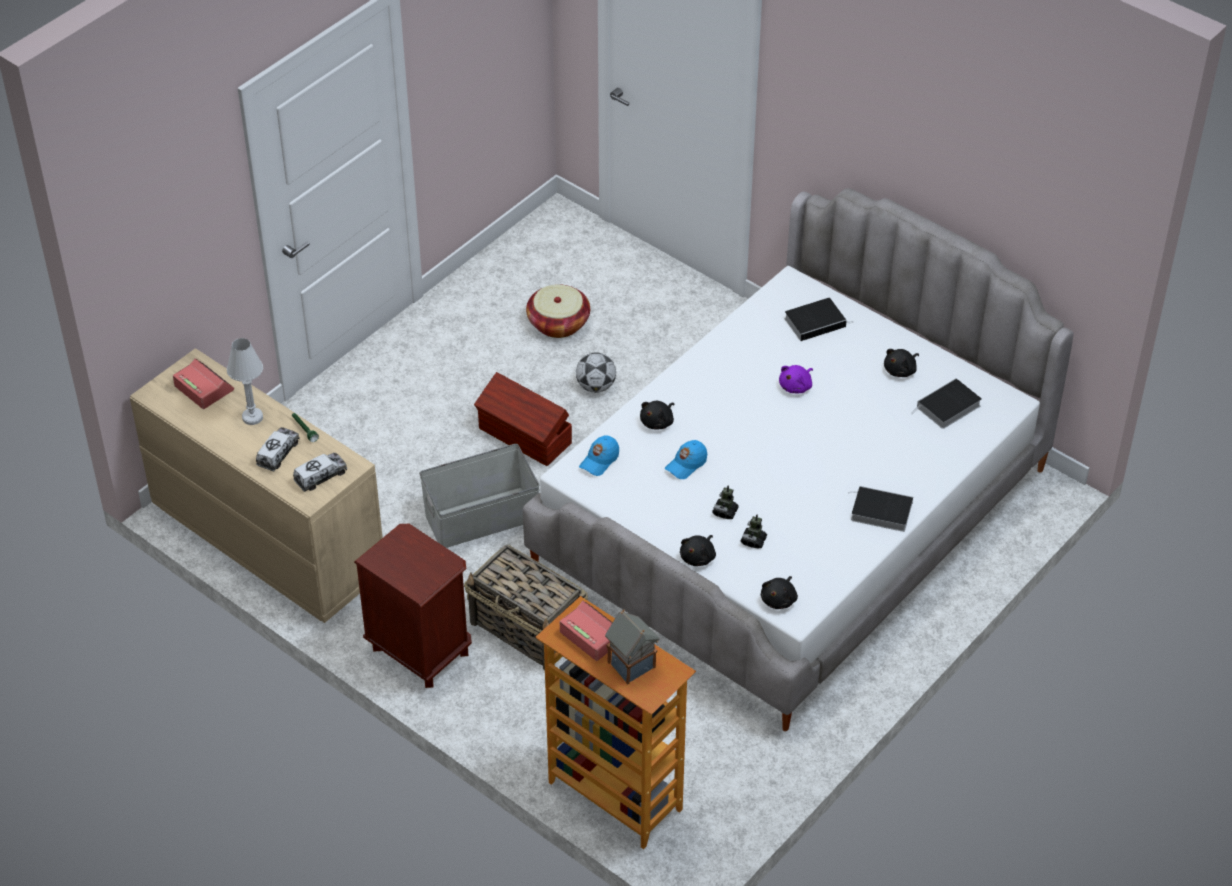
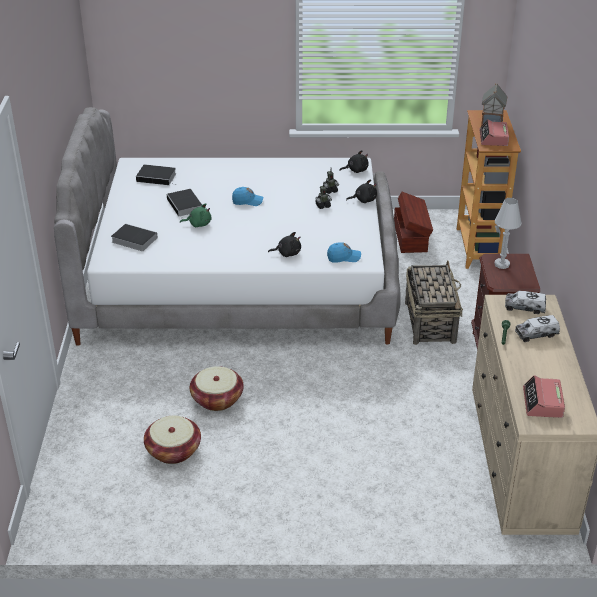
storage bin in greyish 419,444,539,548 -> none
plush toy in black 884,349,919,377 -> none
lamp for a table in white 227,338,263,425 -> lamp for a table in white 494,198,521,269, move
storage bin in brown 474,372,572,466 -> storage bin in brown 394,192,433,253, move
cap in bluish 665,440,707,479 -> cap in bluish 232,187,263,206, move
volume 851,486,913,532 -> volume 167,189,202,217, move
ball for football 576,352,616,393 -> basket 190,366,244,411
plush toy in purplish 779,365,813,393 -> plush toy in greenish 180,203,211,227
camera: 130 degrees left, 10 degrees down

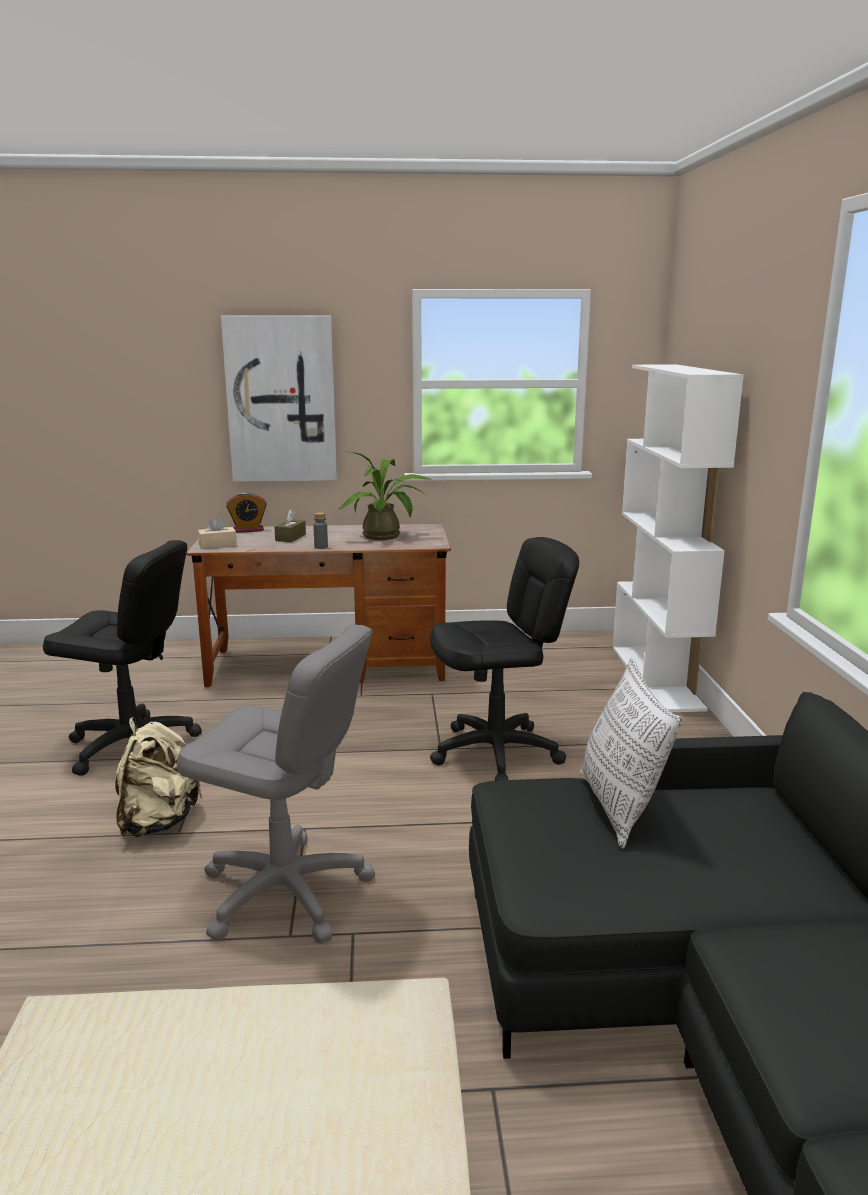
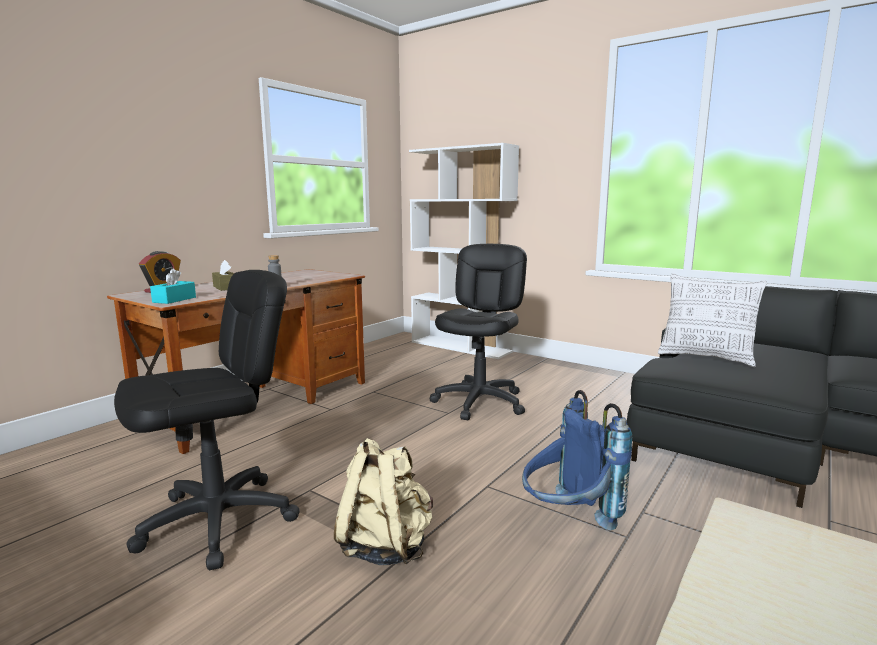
wall art 221,315,337,482 -> none
potted plant 339,451,431,540 -> none
office chair in greyish 177,625,375,944 -> knapsack in bluish 522,390,632,530
tissue box in sand-coloured 198,516,237,549 -> tissue box in turquoise 150,268,196,304
camera: 50 degrees left, 5 degrees down

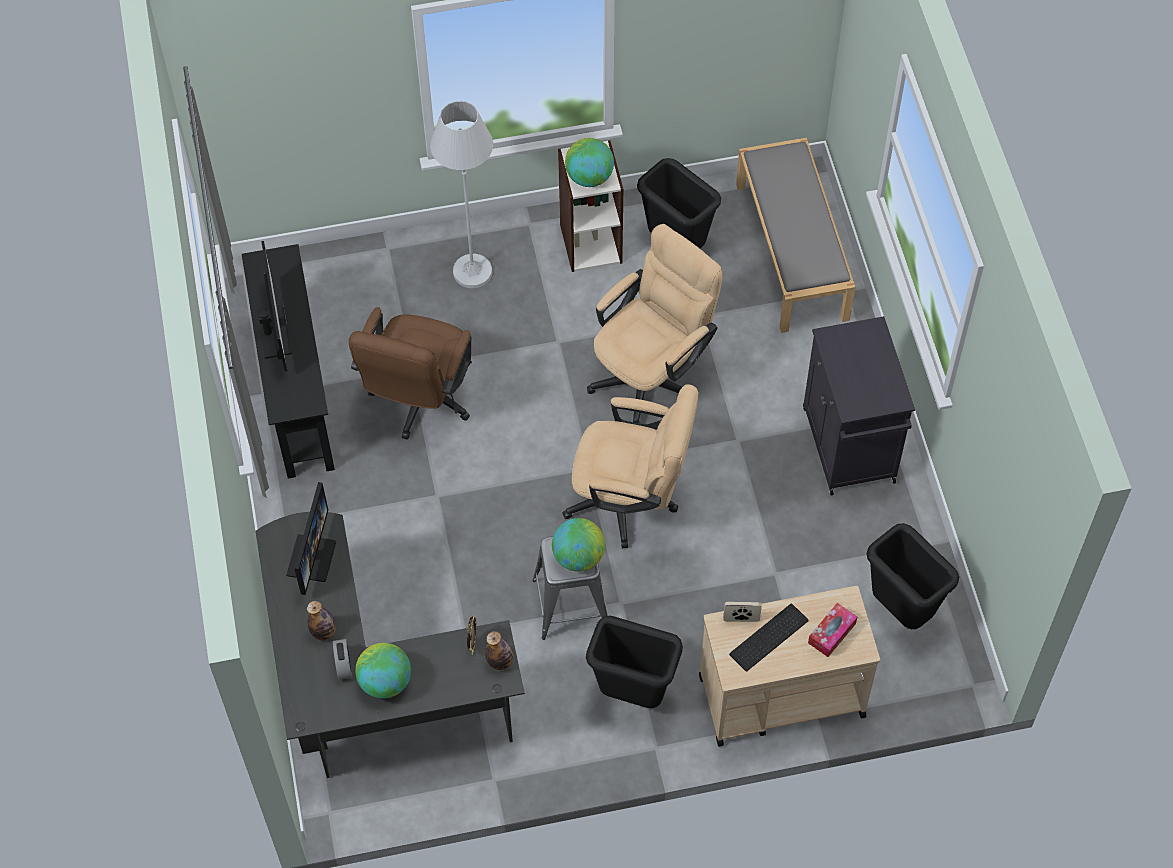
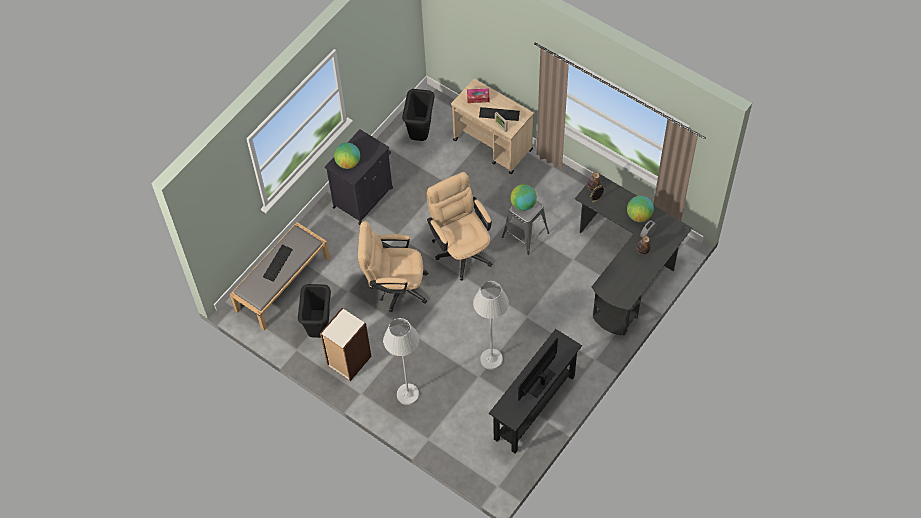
monitor 286,482,336,595 -> none
trash can in black 586,616,683,708 -> none
none -> computer keyboard 263,245,293,282
world globe 565,138,614,187 -> world globe 334,143,360,169, move
office chair in brown 349,307,472,440 -> standard lamp in white 473,281,509,370
camera: 130 degrees left, 0 degrees up

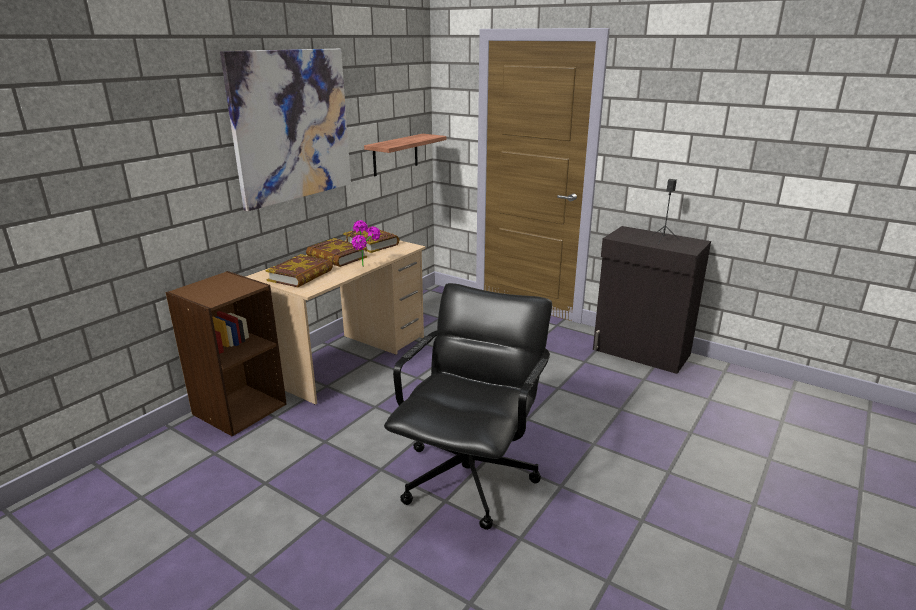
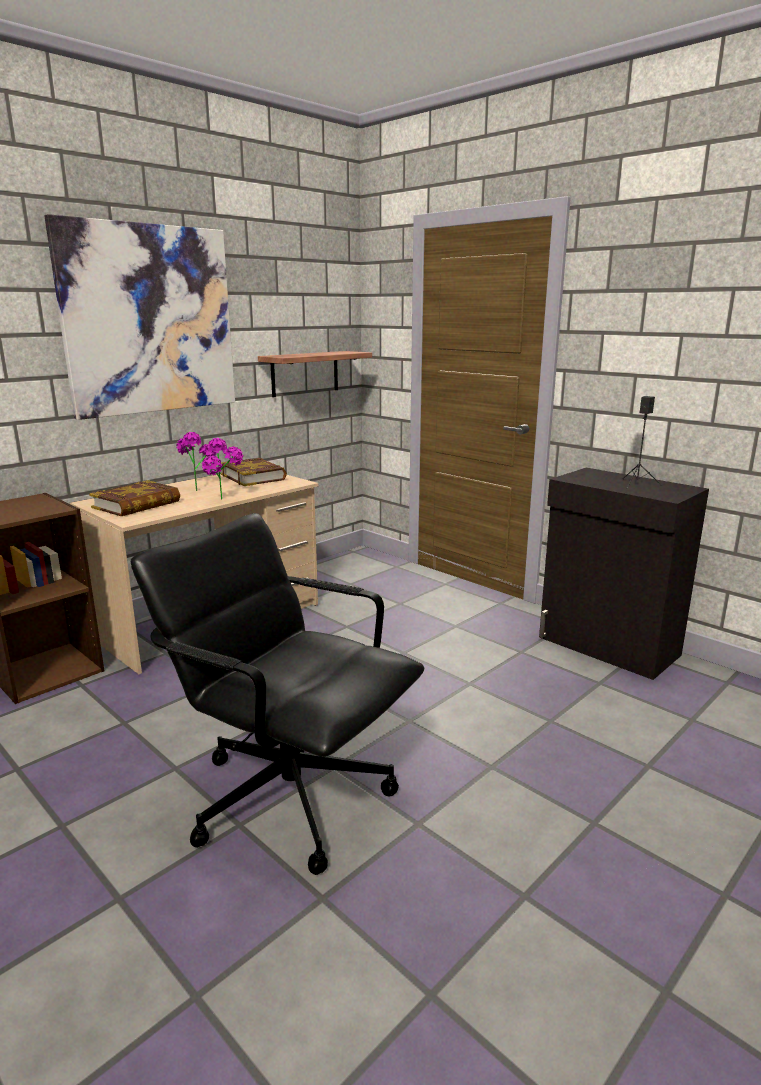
volume 306,238,367,267 -> potted plant 176,432,217,491
office chair in black 384,283,552,530 -> office chair in black 131,513,424,875, 90 degrees counterclockwise
camera: 10 degrees right, 5 degrees down

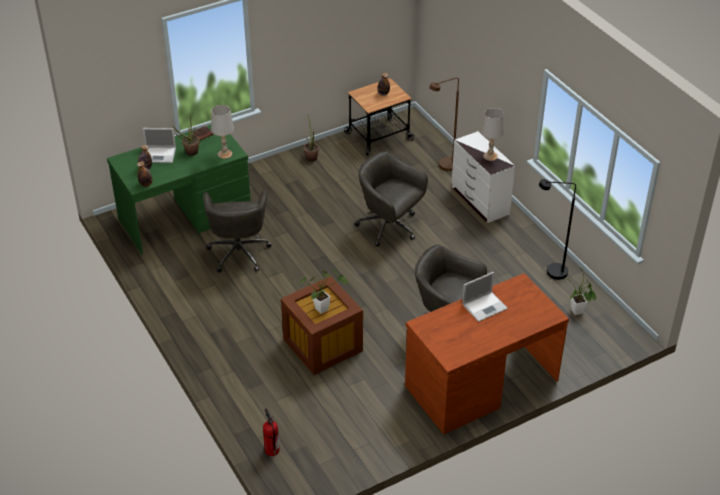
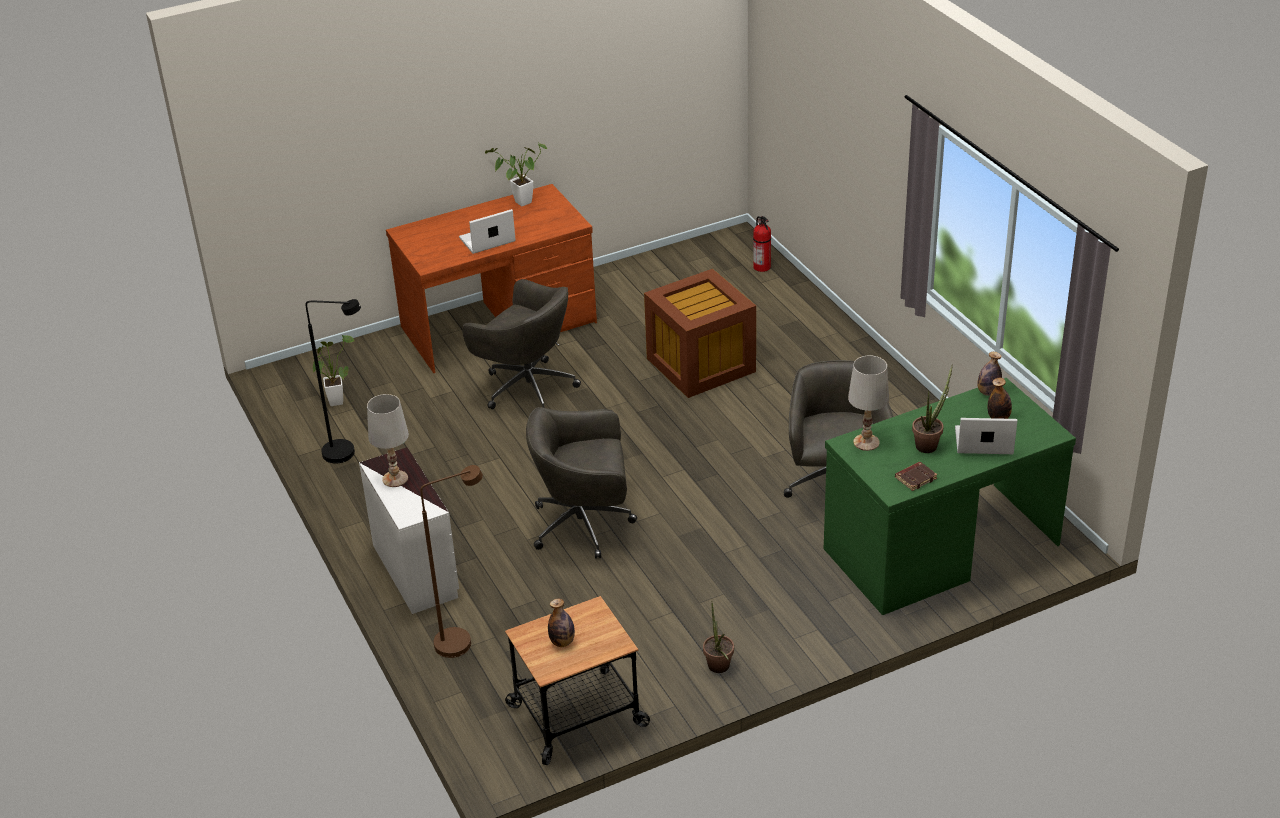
potted plant 300,269,348,314 -> potted plant 485,143,548,206, move
office chair in greyish 354,151,428,247 -> office chair in greyish 526,407,637,558, 135 degrees clockwise
camera: 175 degrees left, 5 degrees down

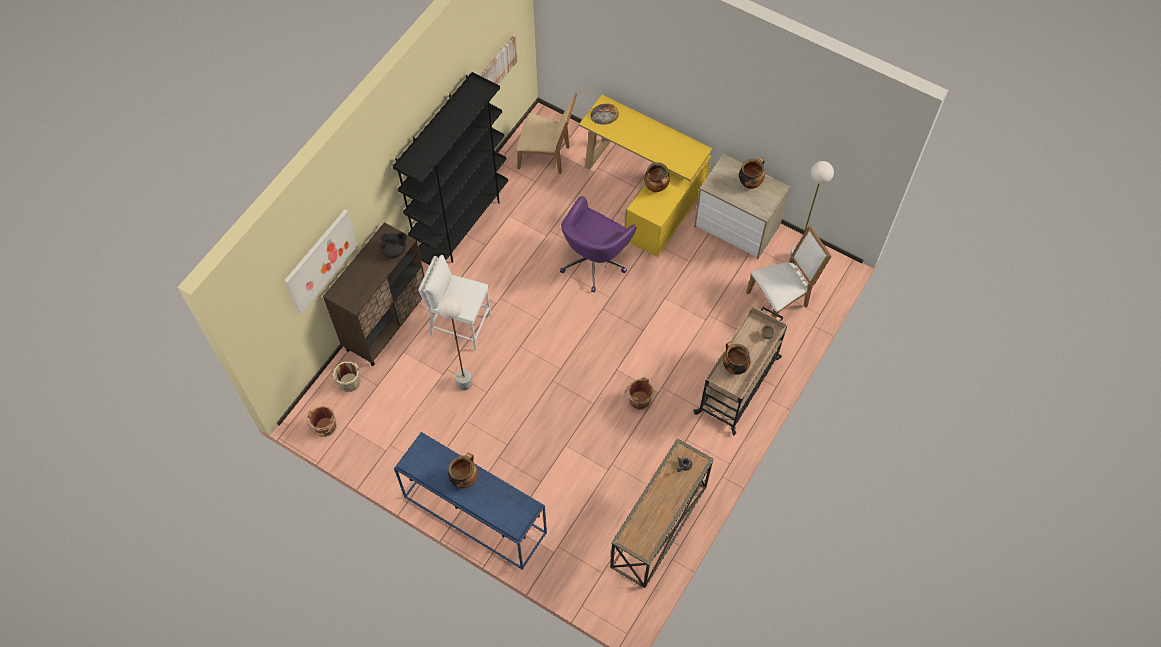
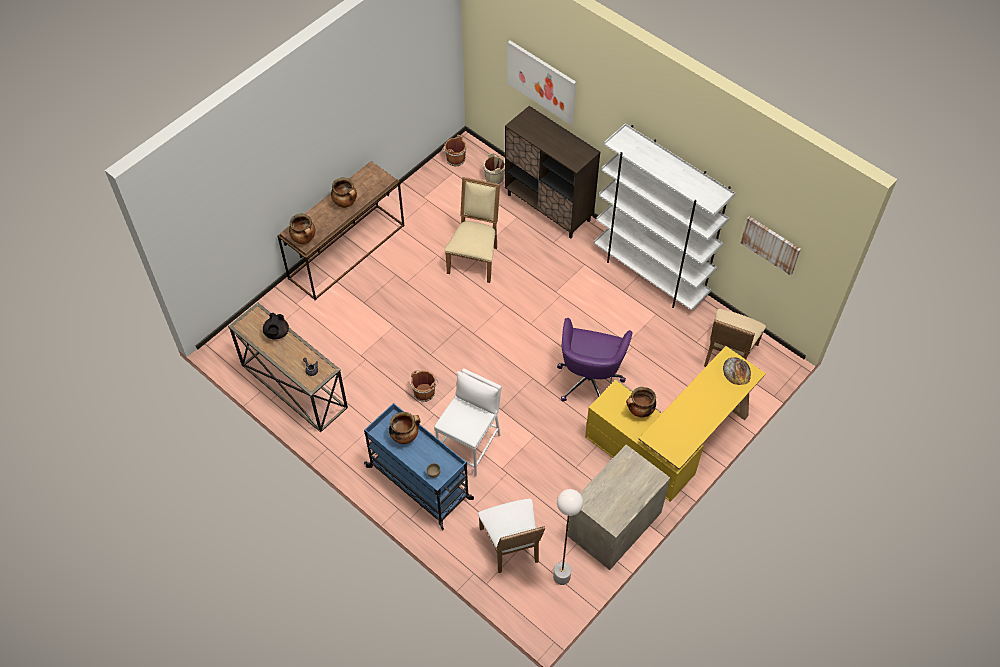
tea pot in black 380,232,407,258 -> tea pot in black 263,313,289,339, move
stool seat in white 418,255,491,350 -> stool seat in white 434,368,501,476, move
saucepot 739,157,765,189 -> saucepot 289,214,315,244, move
standard lamp in white 438,295,472,390 -> upright chair in sand-coloured 445,177,500,283
shelving unit in black 393,72,508,265 -> shelving unit in white 594,123,735,311
hall table in bluish 394,432,547,570 -> hall table in brown 278,161,404,301
cart in sand-coloured 693,306,788,435 -> cart in bluish 364,403,474,530
office chair in purplish 560,196,636,293 -> office chair in purplish 557,318,633,401, 120 degrees counterclockwise
camera: 100 degrees right, 5 degrees down

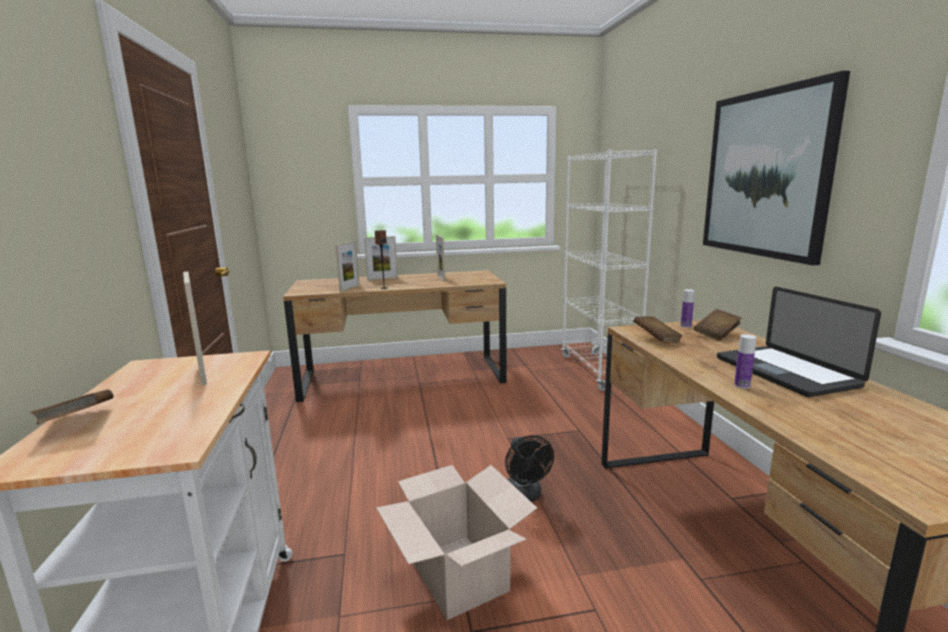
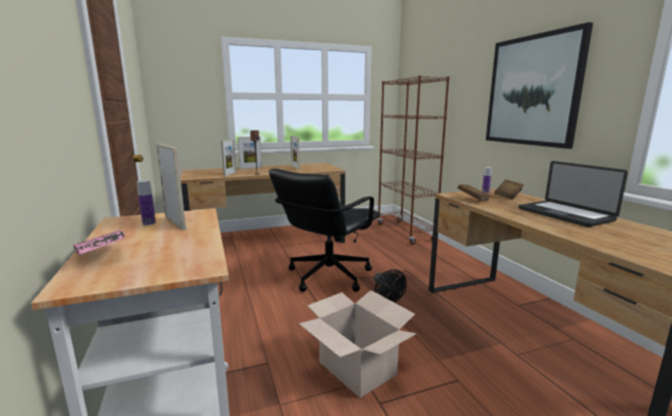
none -> office chair in black 269,169,380,292
beverage bottle 734,334,756,389 -> beverage bottle 137,180,156,225, move
volume in brown 31,389,114,425 -> volume in pink-coloured 73,230,125,255
shelving unit in white 561,149,657,391 -> shelving unit in brown 377,75,450,245
camera: 10 degrees left, 0 degrees up

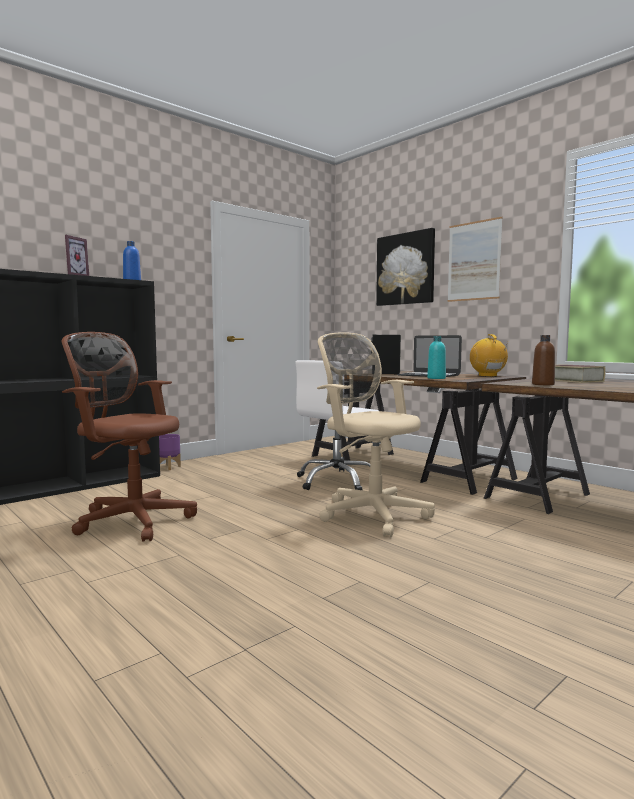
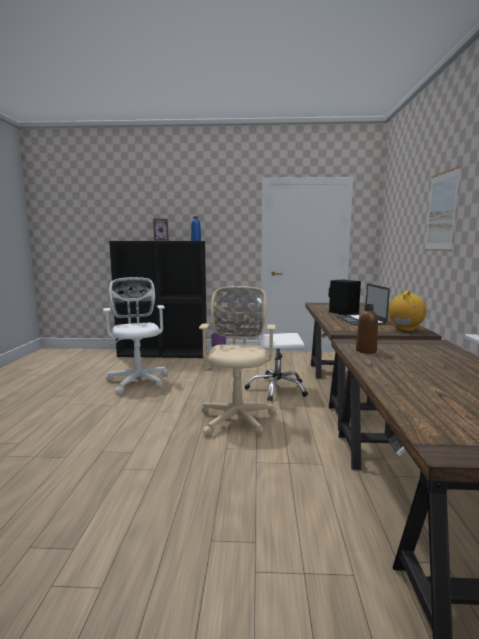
wall art 376,228,435,306 -> none
beverage bottle in turquoise 427,336,446,379 -> none
volume 555,364,606,383 -> none
office chair in brown 62,332,197,542 -> office chair in white 103,277,167,394
camera: 45 degrees right, 5 degrees up

